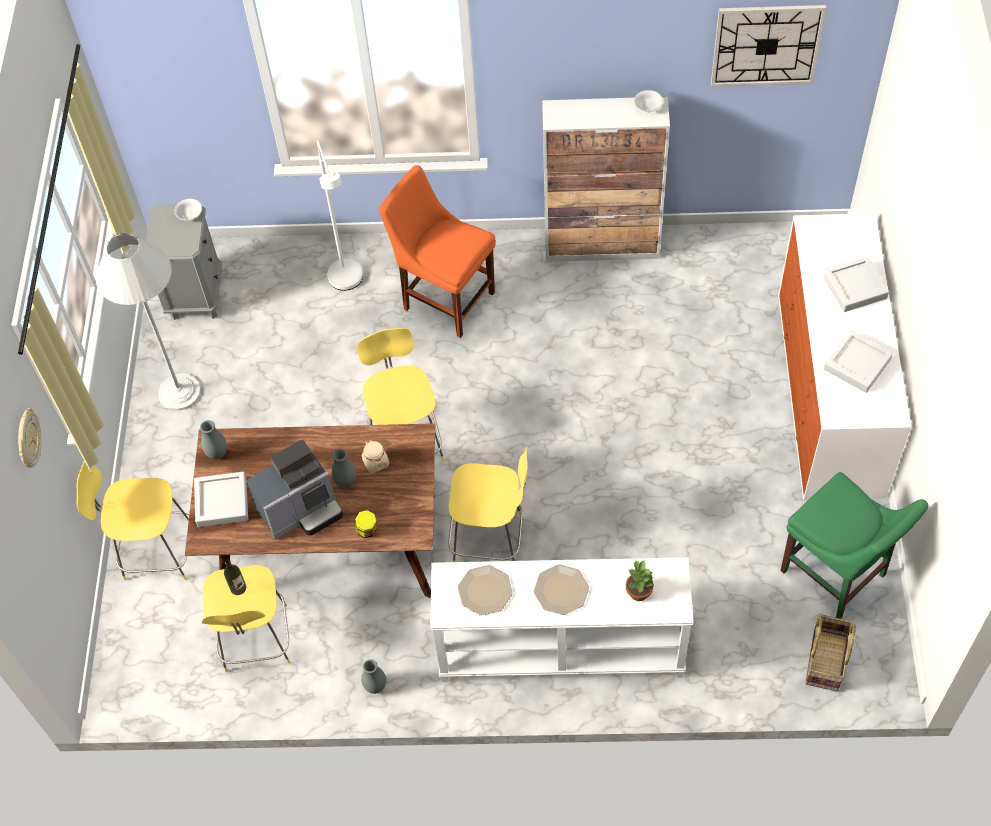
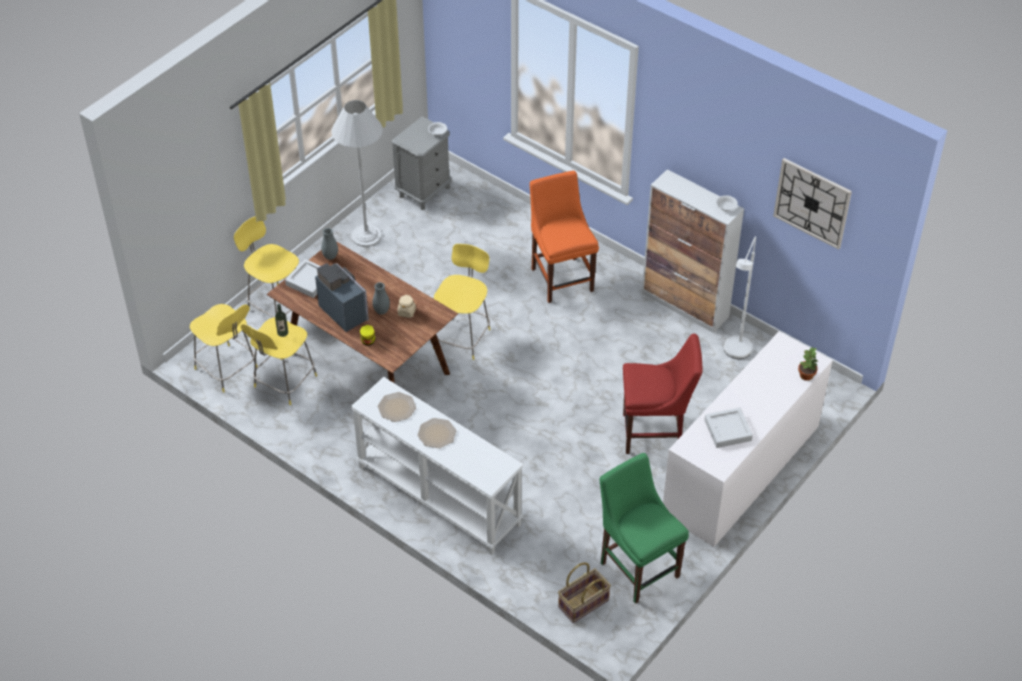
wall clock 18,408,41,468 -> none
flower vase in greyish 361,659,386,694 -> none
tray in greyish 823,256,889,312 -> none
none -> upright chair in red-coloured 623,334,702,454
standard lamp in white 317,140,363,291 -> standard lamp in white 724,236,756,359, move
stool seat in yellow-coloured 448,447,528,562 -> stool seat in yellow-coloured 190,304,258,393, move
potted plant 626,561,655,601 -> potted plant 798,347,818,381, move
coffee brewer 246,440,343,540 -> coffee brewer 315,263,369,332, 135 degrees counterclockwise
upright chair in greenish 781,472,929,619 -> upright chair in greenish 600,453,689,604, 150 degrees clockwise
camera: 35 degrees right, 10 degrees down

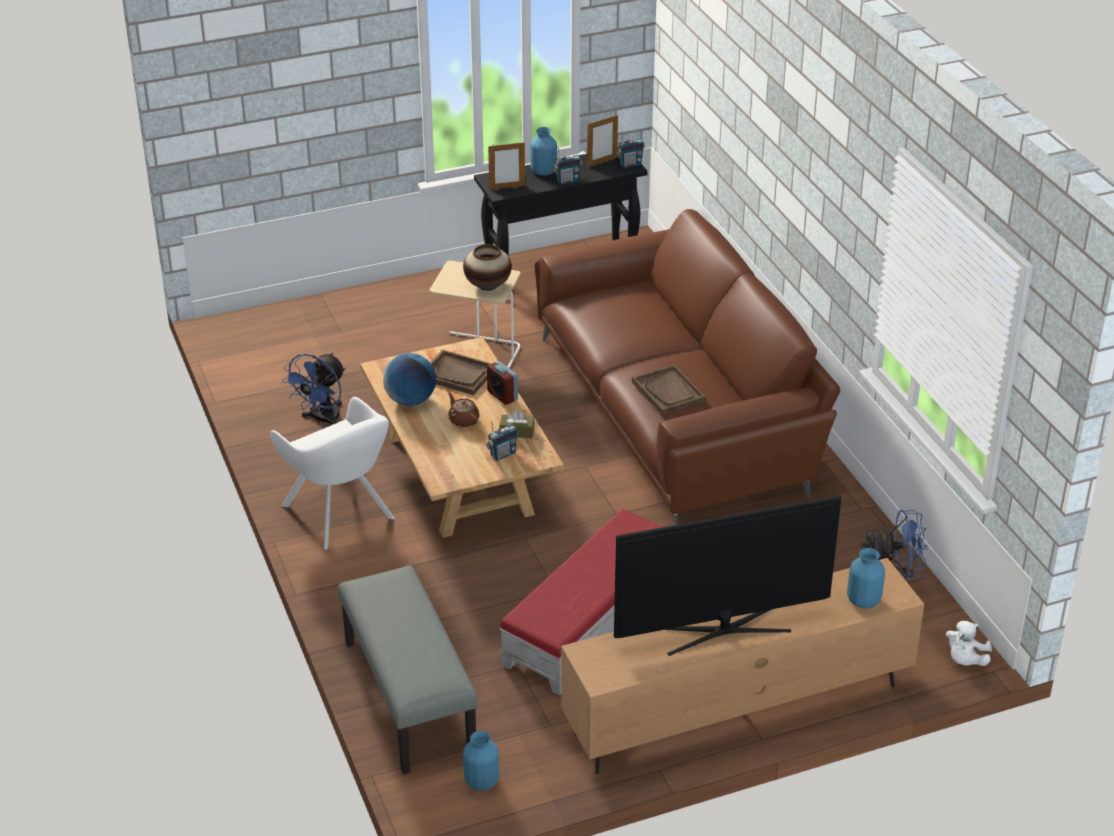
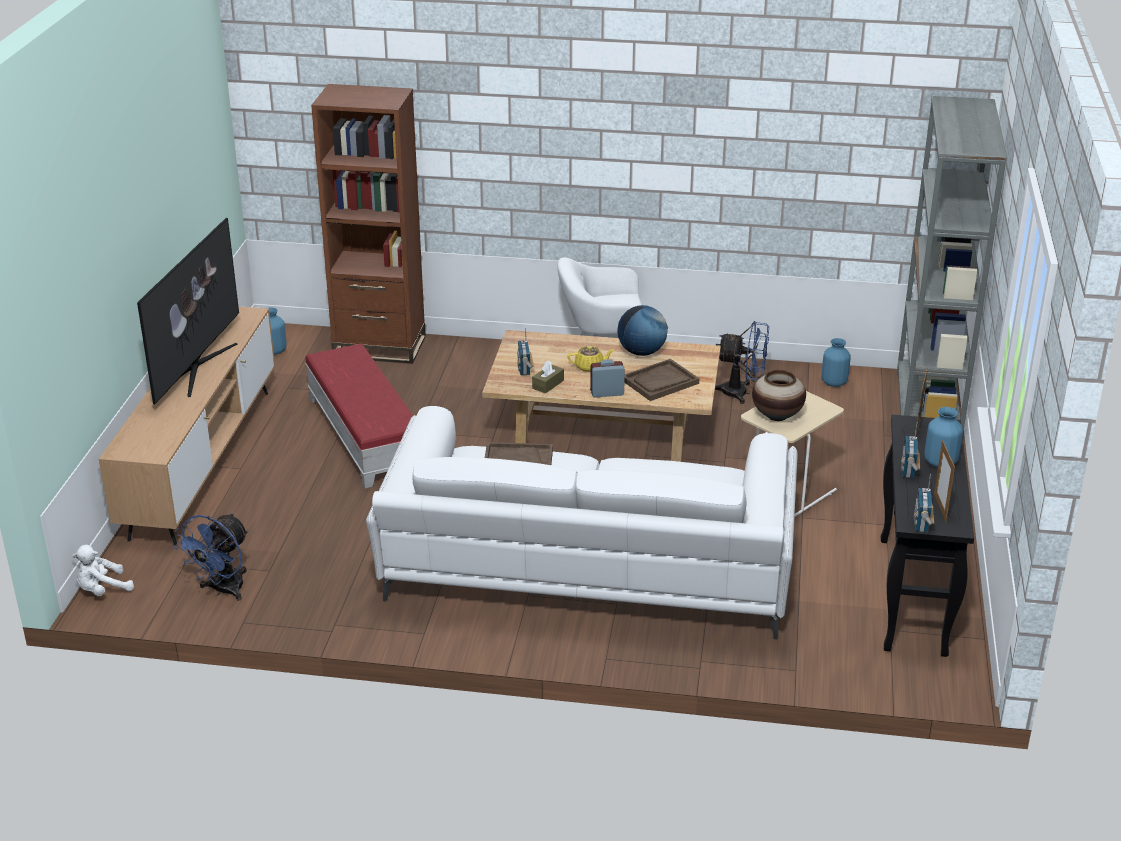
none -> shelving unit in greyish 897,96,1007,435
flower vase in bluish 847,548,885,608 -> flower vase in bluish 821,338,851,387, move
indoor bench in greyish 338,565,478,774 -> shelving unit in brown 311,84,426,364
tea pot in brown 448,393,479,427 -> tea pot in yellow-coloured 567,346,614,372
sofa in brown 535,209,840,525 -> sofa in white 366,406,798,640
electric fan in bluish 282,353,345,425 -> electric fan in bluish 715,321,769,404, 135 degrees clockwise
plush toy in white 946,621,992,666 -> plush toy in white 72,545,134,596, 90 degrees counterclockwise
camera: 120 degrees right, 5 degrees down

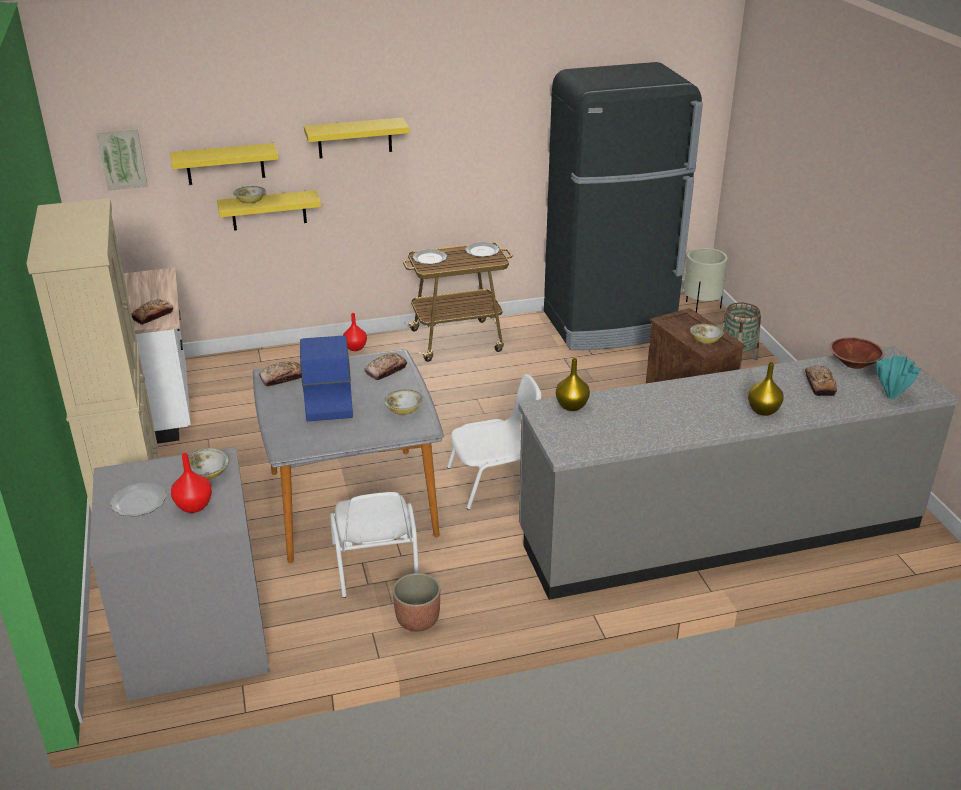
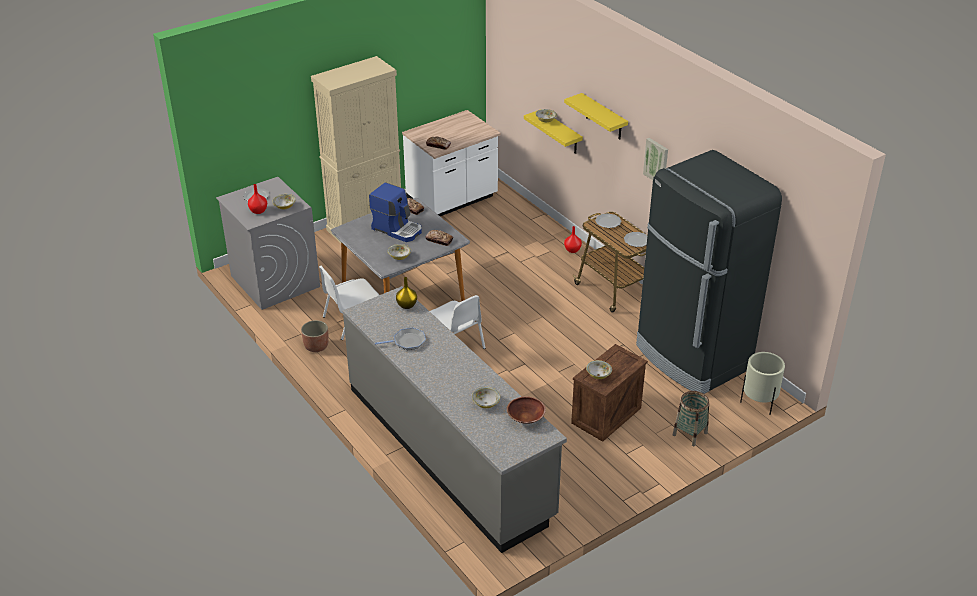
shelf in yellow-coloured 171,143,279,185 -> none
flower vase in yellow-coloured 748,362,784,416 -> none
flower vase in turquoise 876,356,921,399 -> none
none -> pan 375,328,426,350
wall art 97,130,148,190 -> wall art 643,138,668,180, move
bread 805,365,837,396 -> deep dish 472,387,500,408
coffee brewer 300,336,353,421 -> coffee brewer 369,182,422,242, 60 degrees clockwise
camera: 70 degrees right, 5 degrees up

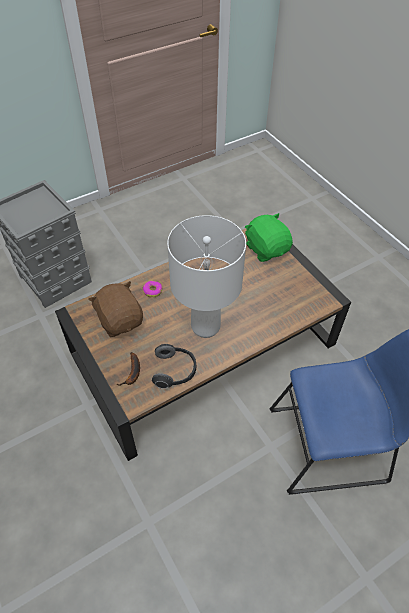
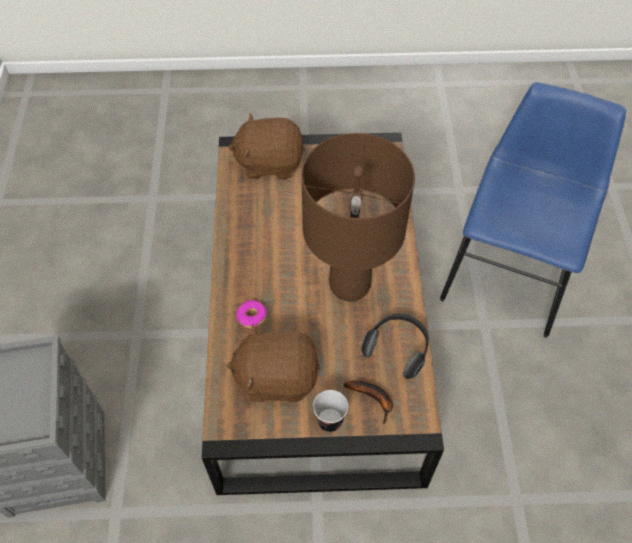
none -> small cup 313,390,348,432
lamp for a table in white 167,215,246,338 -> lamp for a table in brown 301,133,415,301
plush toy in greenish 245,213,293,262 -> plush toy in brown 228,113,305,180
camera: 60 degrees left, 5 degrees up

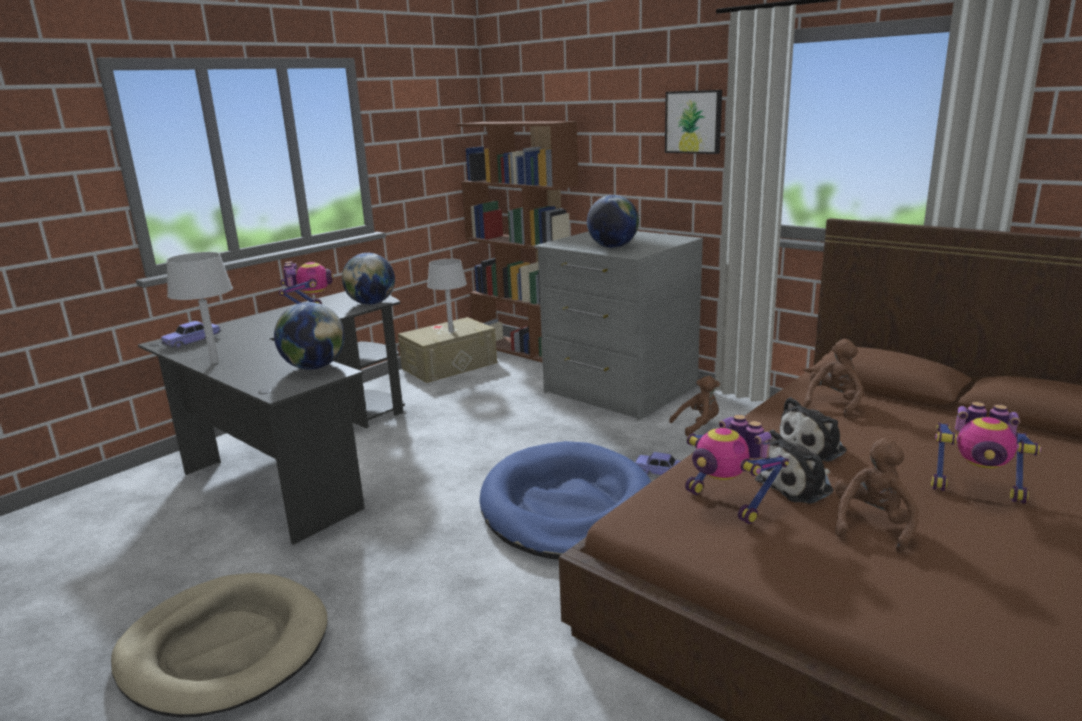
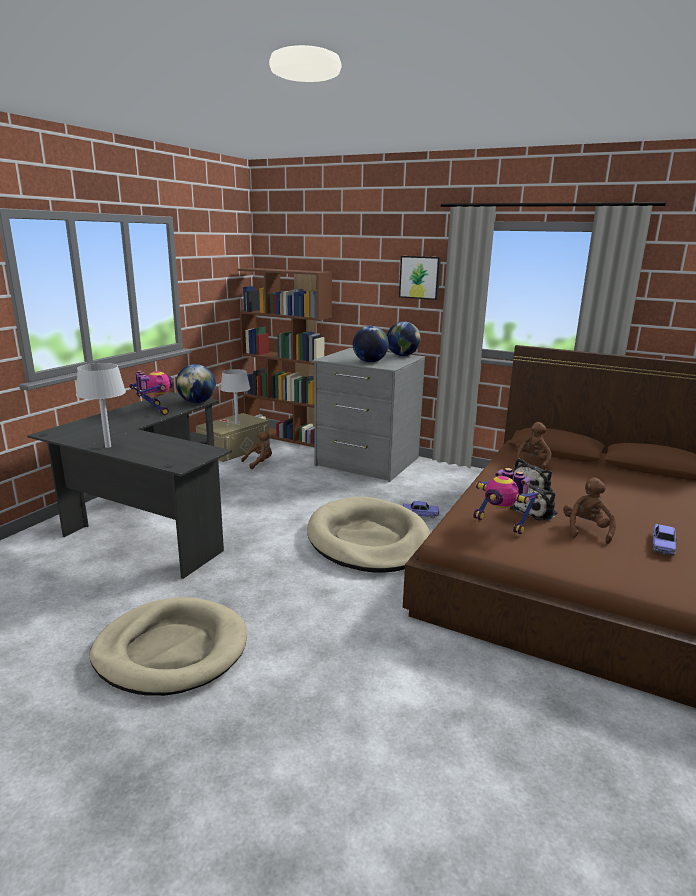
robot figure 931,402,1041,503 -> none
miniature car 160,321,222,348 -> miniature car 653,524,677,556, move
world globe 274,302,345,370 -> world globe 387,321,421,356, move
plush toy in brown 669,376,720,437 -> plush toy in brown 241,431,272,469, move
pet bed in bluish 479,441,651,560 -> pet bed in sand-coloured 307,497,430,572
camera: 15 degrees left, 0 degrees up

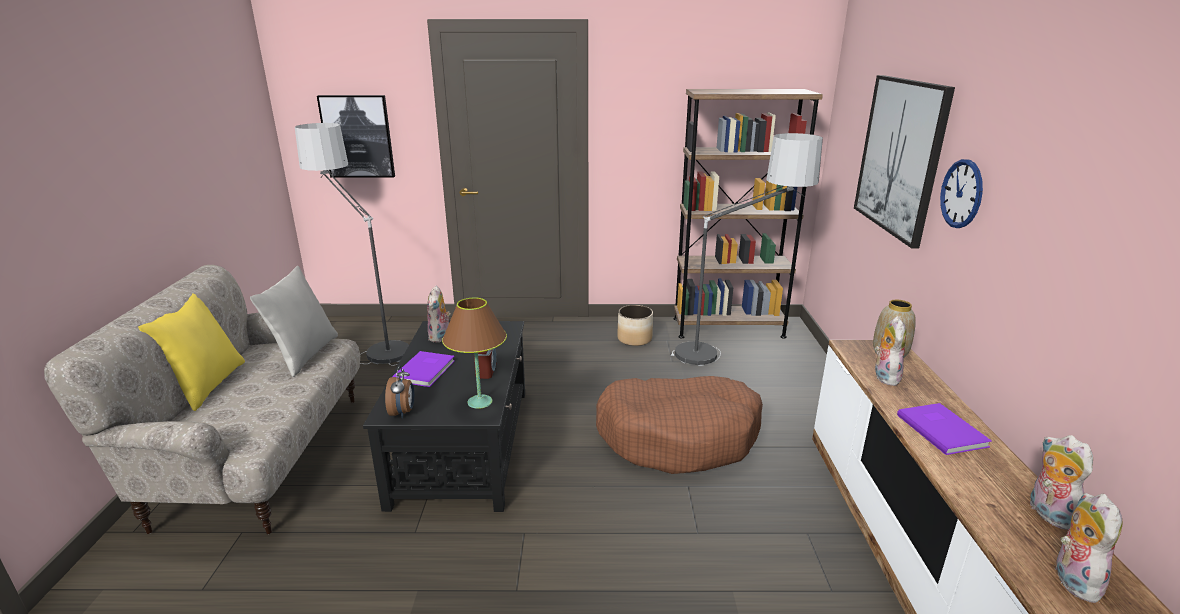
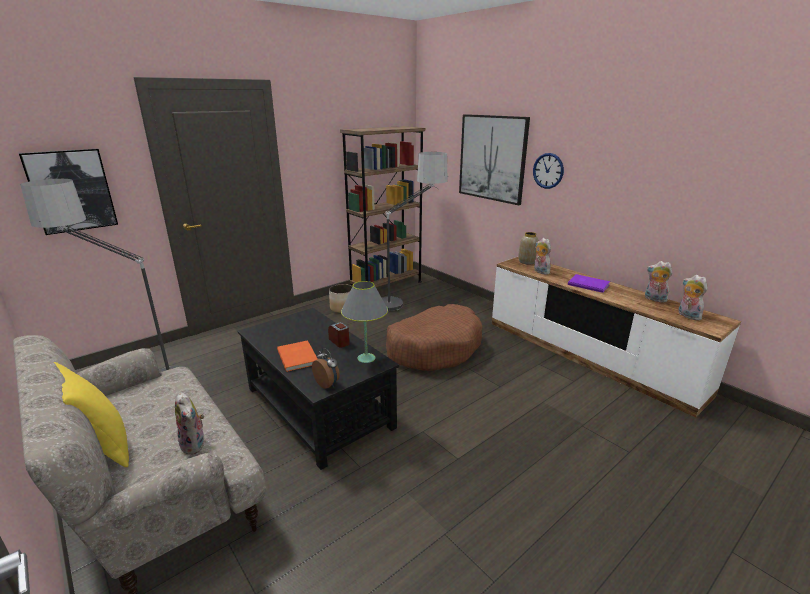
pillow in greyish 250,266,338,377 -> none
plush toy 427,286,451,342 -> plush toy 175,392,204,455, move
volume in purplish 392,351,455,387 -> volume in orange 277,340,318,372
lamp for a table in brown 442,297,507,409 -> lamp for a table in greyish 341,281,388,363
camera: 40 degrees left, 0 degrees up

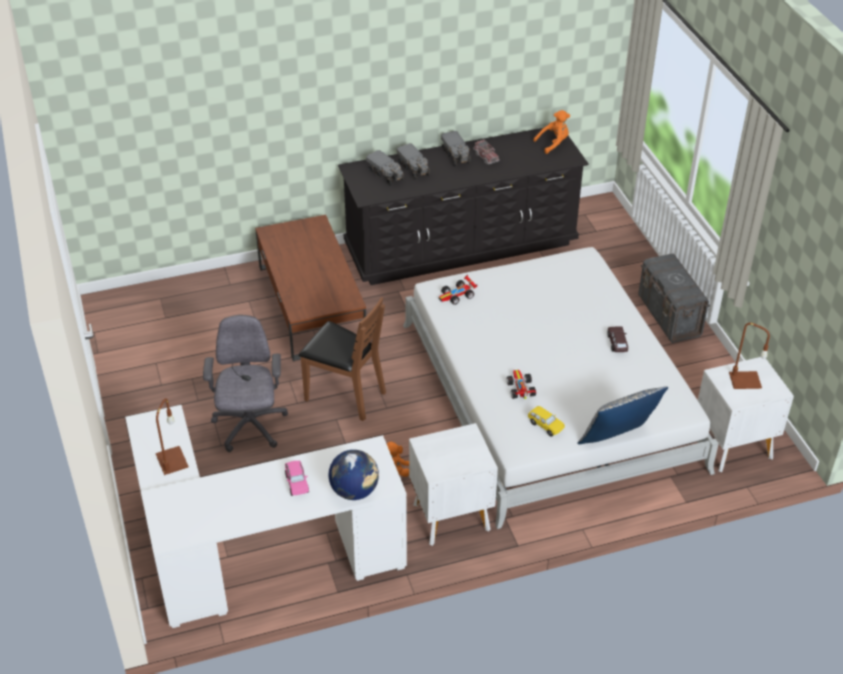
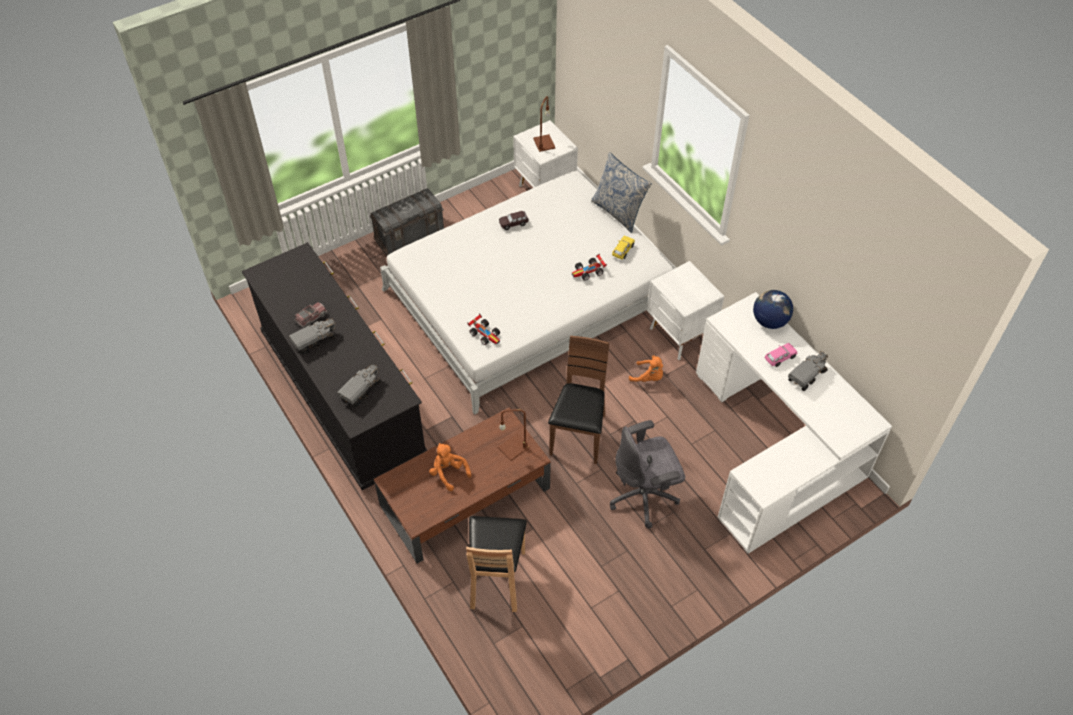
none -> upright chair in brown 466,516,527,612
lamp for a table in brown 156,398,188,475 -> lamp for a table in brown 498,409,530,461, move
toy lorry 397,143,430,179 -> toy lorry 788,352,828,391, move
plush toy in orange 533,110,570,154 -> plush toy in orange 429,443,471,491, move
camera: 105 degrees left, 10 degrees up

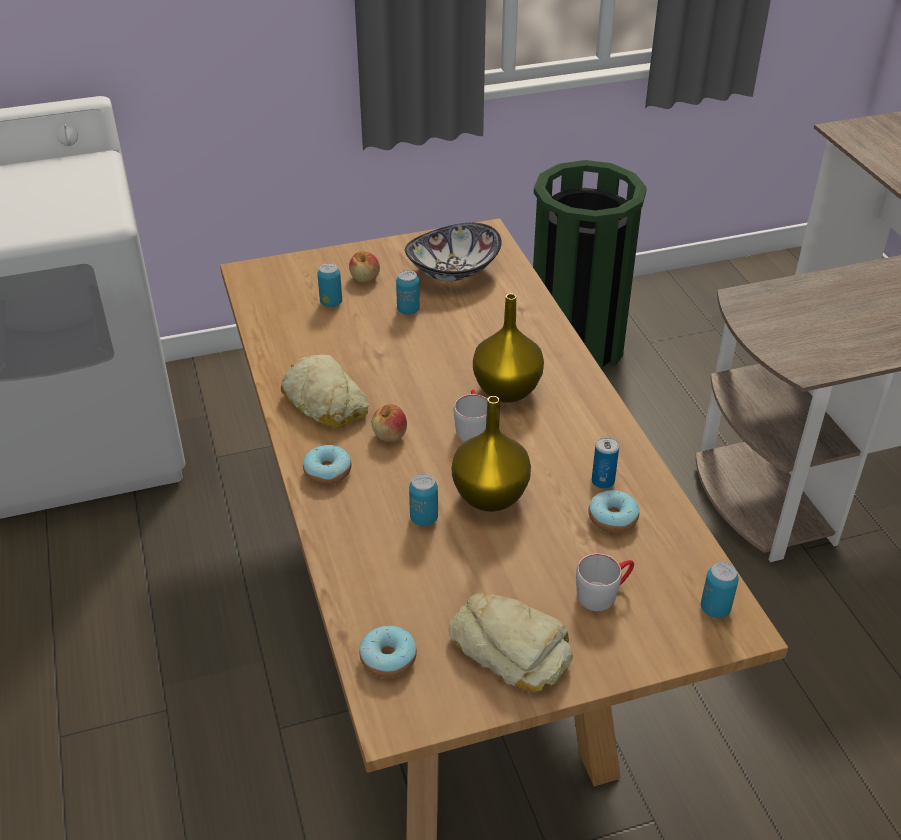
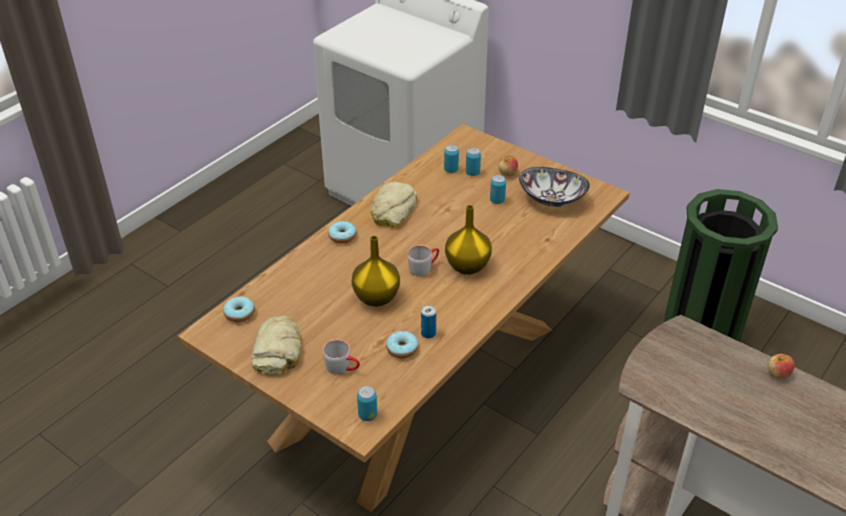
whole apple 372,404,407,442 -> whole apple 768,354,795,379, move
metal can 409,474,438,526 -> metal can 444,145,459,173, move
camera: 55 degrees right, 0 degrees up

